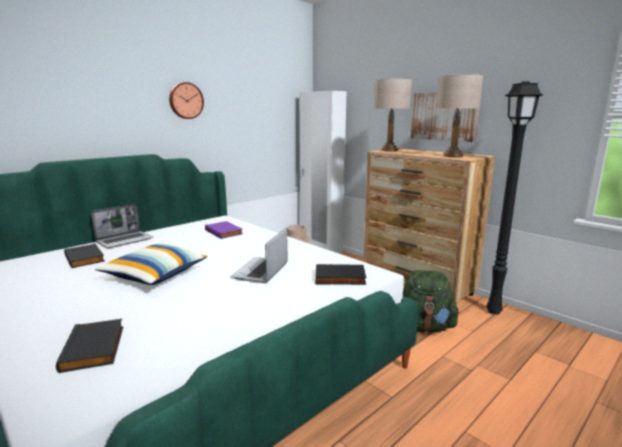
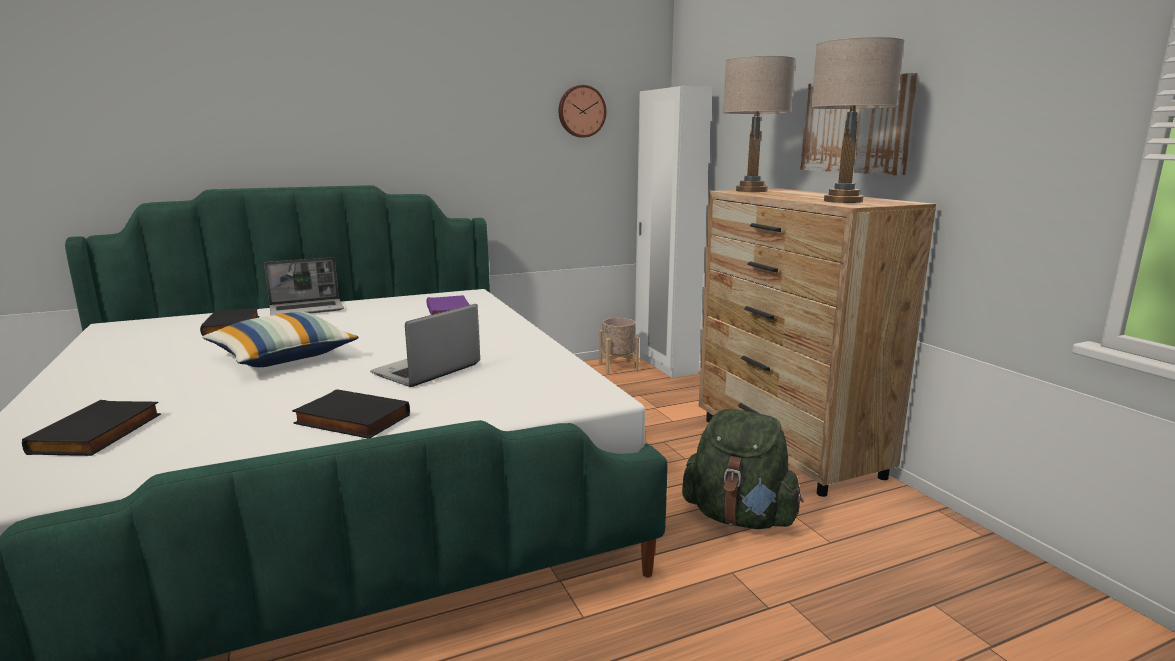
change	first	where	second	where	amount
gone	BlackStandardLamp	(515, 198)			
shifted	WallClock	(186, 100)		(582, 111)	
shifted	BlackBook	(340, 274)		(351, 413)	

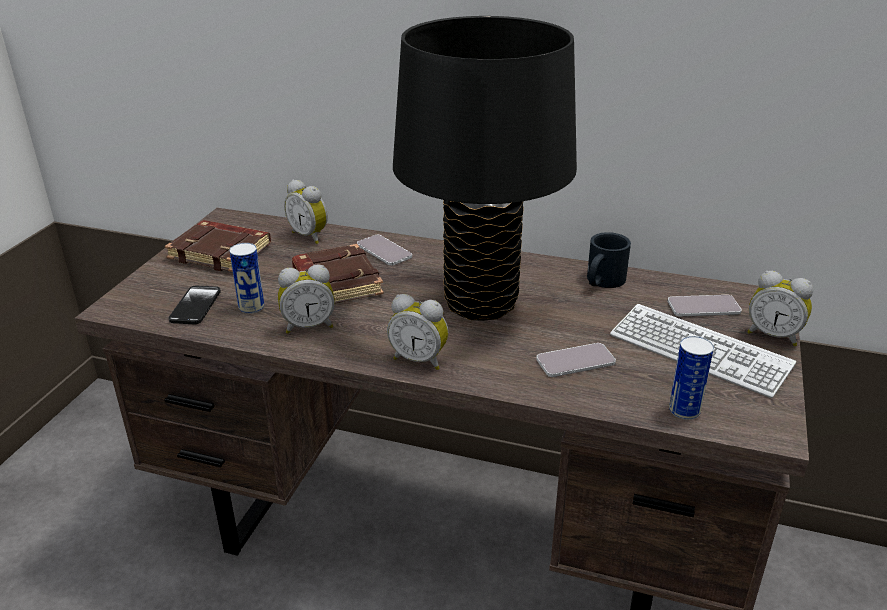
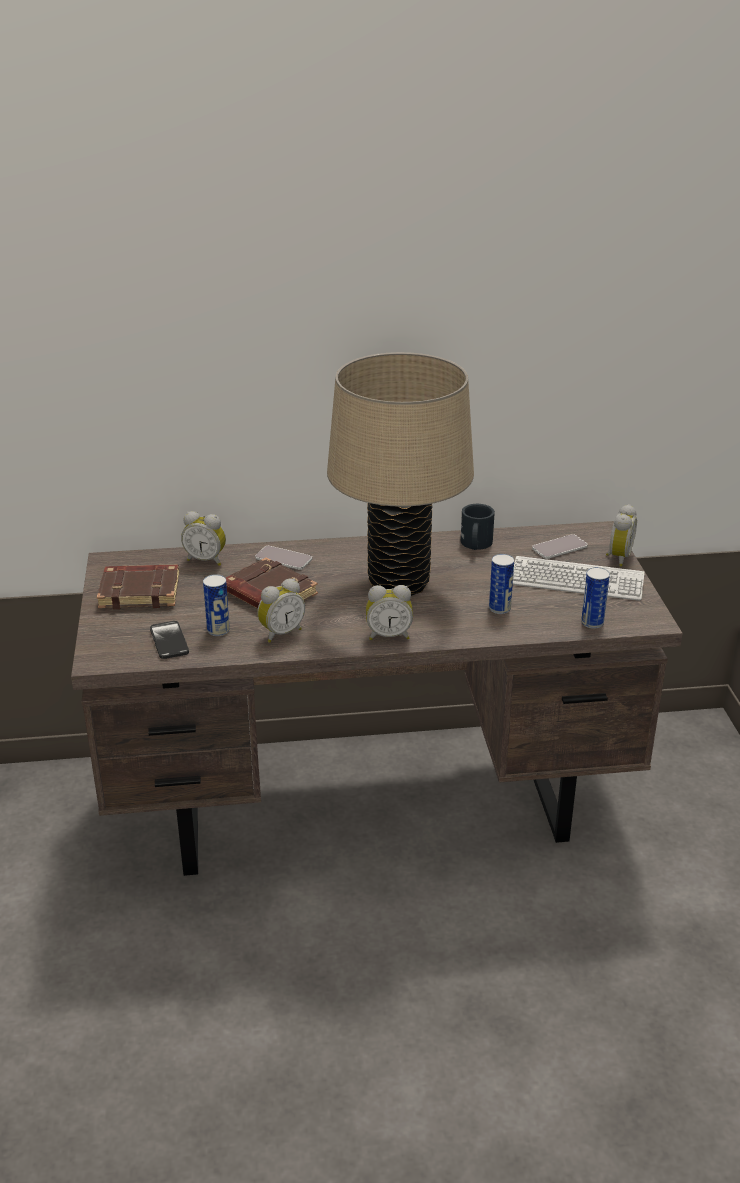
change	first	where	second	where	amount
repainted	BlackTableLamp	(485, 168)	SandColouredTableLamp	(400, 474)	
rotated	BedsideClock	(780, 308)		(621, 535)	75 degrees counterclockwise
swapped	Phone	(576, 360)	SealedCan	(501, 584)	

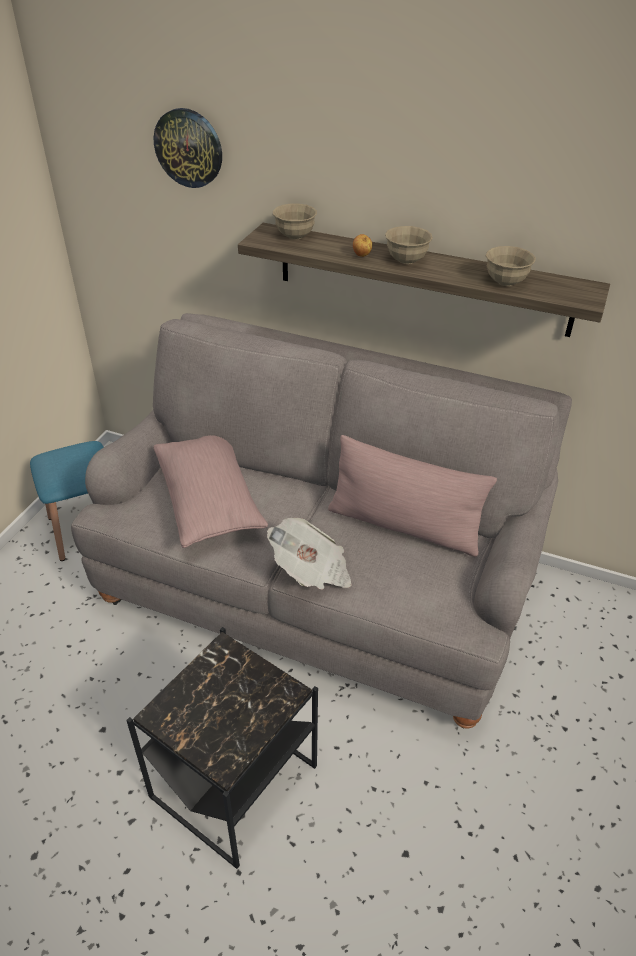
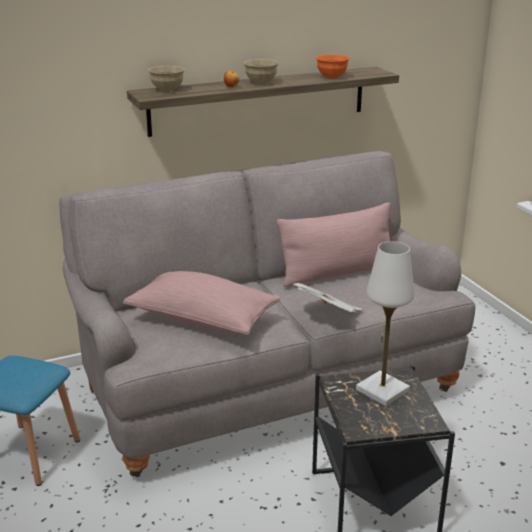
change	first	where	second	where	amount
gone	WallClock	(188, 148)			
repainted	SandColouredBowl	(510, 266)	OrangeyBowl	(333, 66)	
new			WhiteColouredTableLamp	(385, 323)	

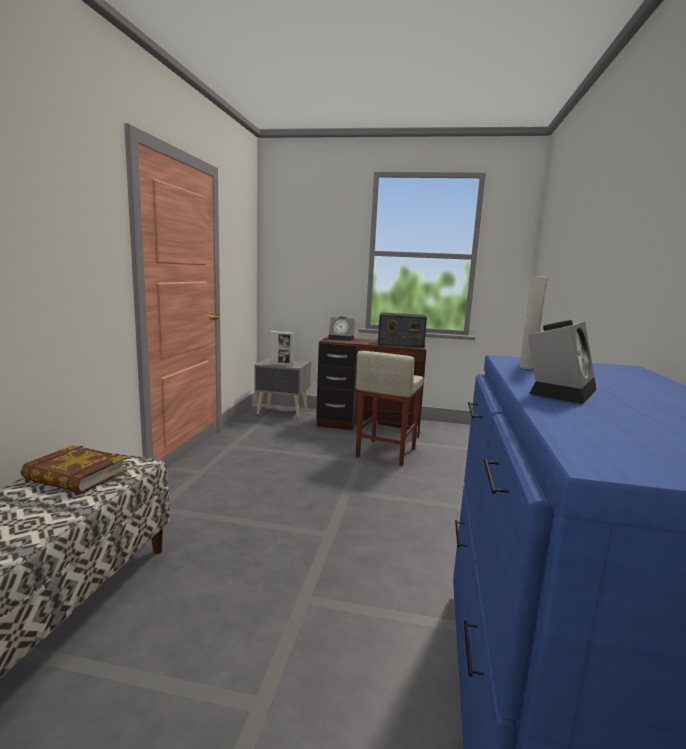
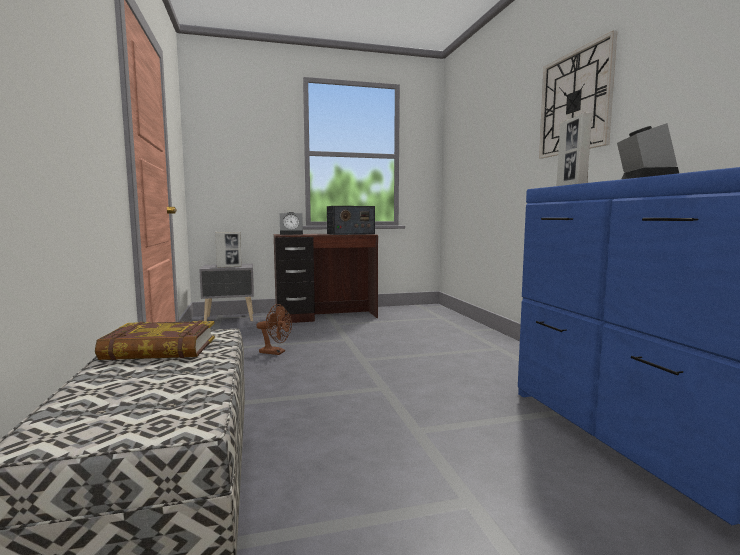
change	first	where	second	where	amount
gone	SandColouredStool	(390, 408)			
new			WallClock	(578, 94)	
new			BrownColouredCoolingFan	(274, 329)	

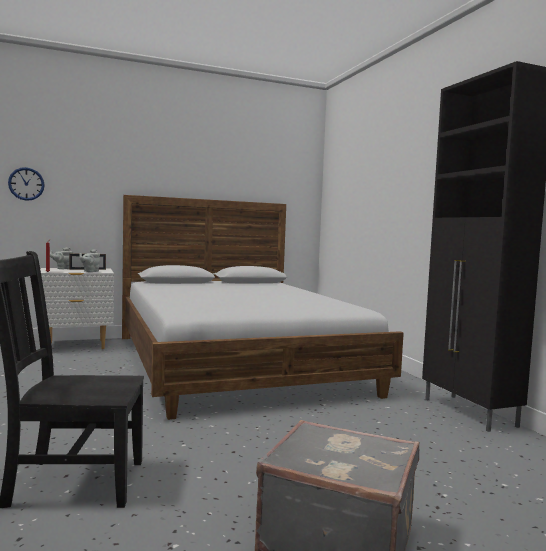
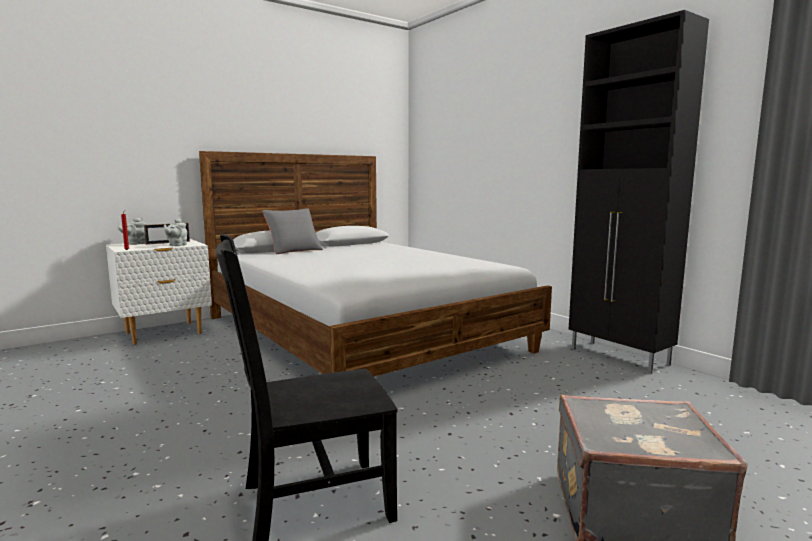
change	first	where	second	where	amount
gone	WallClock	(26, 184)			
new			GrayPillow	(292, 231)	

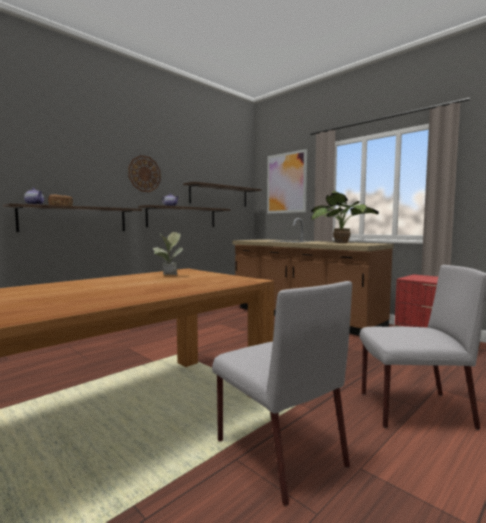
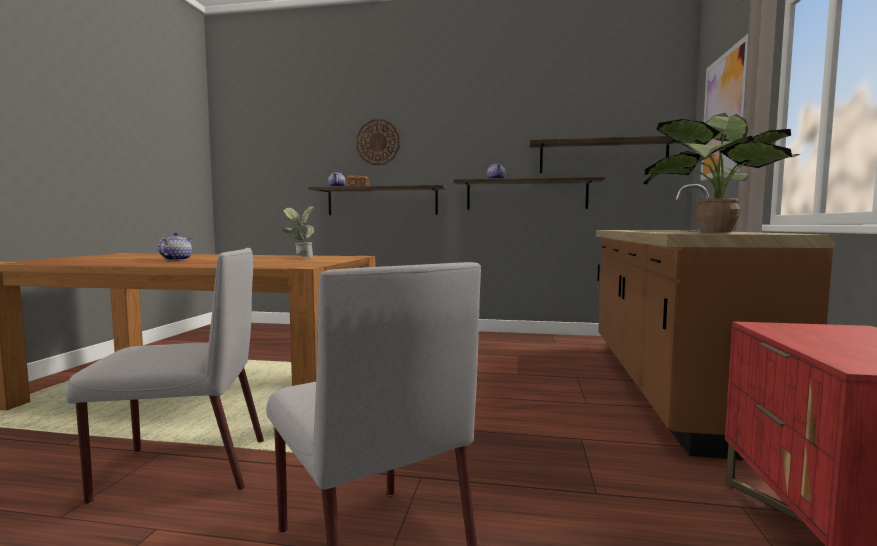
change	first	where	second	where	amount
shifted	WallClock	(144, 173)		(378, 142)	
rotated	GrayUprightChair	(282, 393)		(165, 376)	120 degrees counterclockwise
new			TeaPot	(175, 247)	

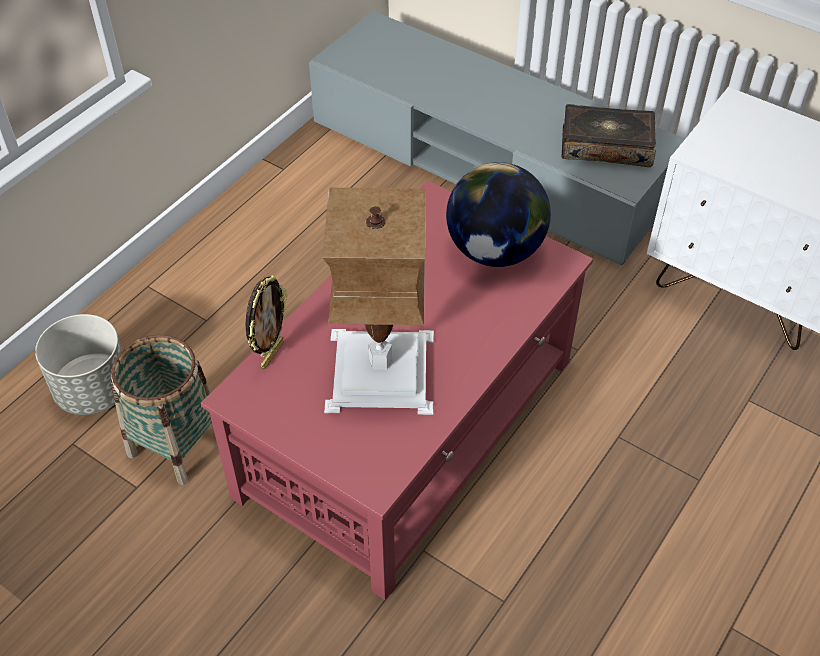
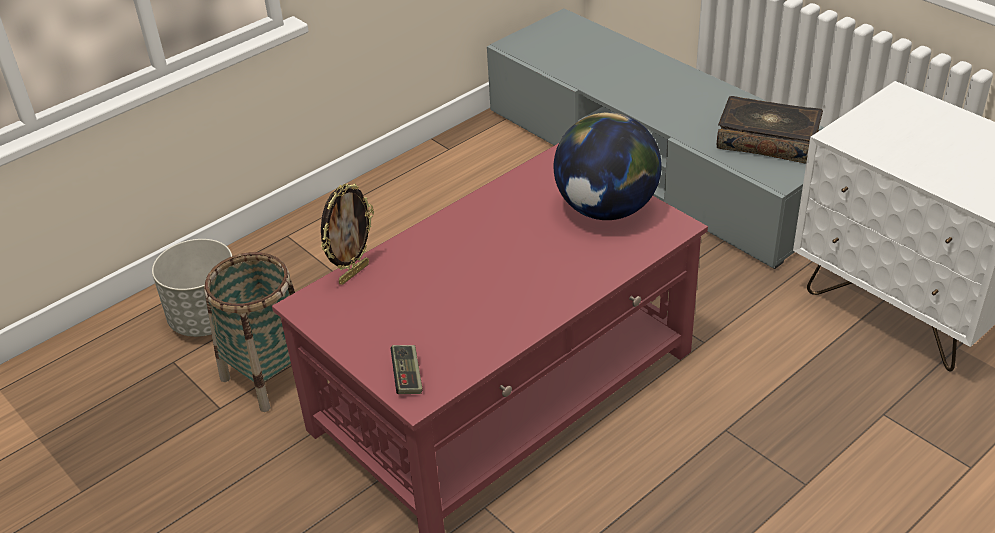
change	first	where	second	where	amount
gone	TableLamp	(378, 301)			
new			Gamepad	(407, 369)	

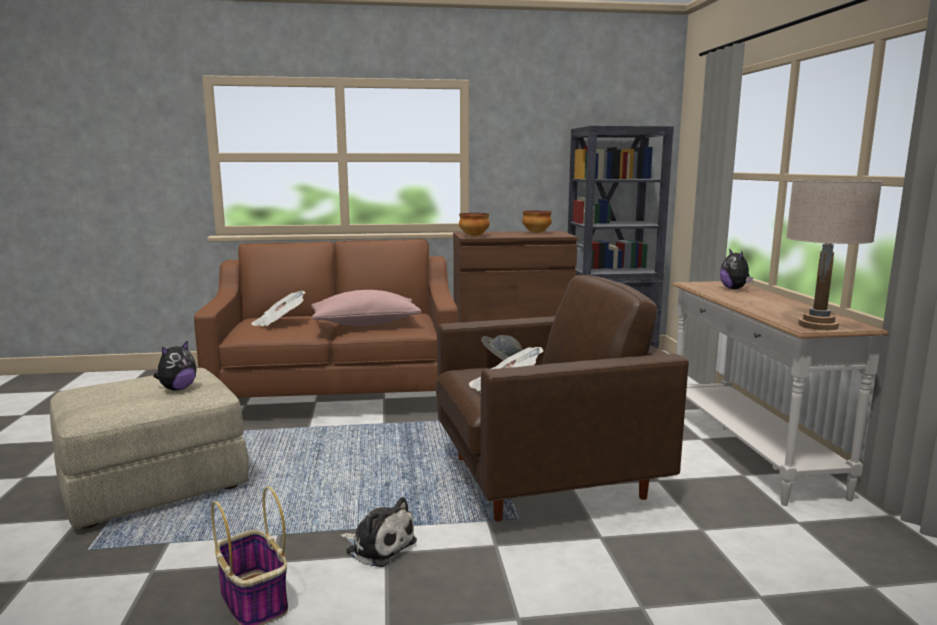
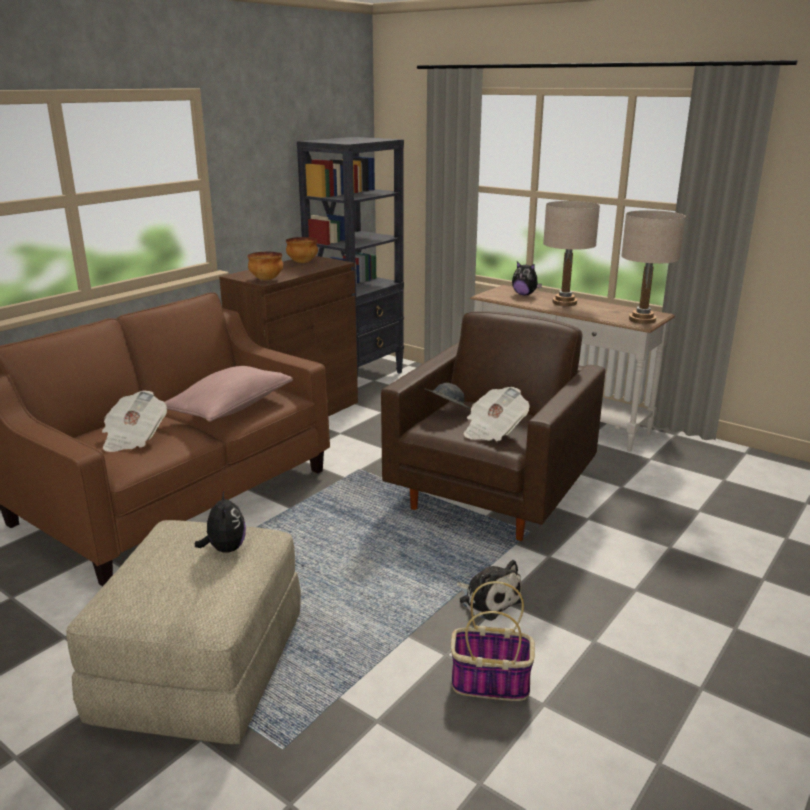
change	first	where	second	where	amount
rotated	CuddlyToy	(378, 532)		(489, 590)	60 degrees clockwise
new			SandColouredTableLamp	(571, 253)	

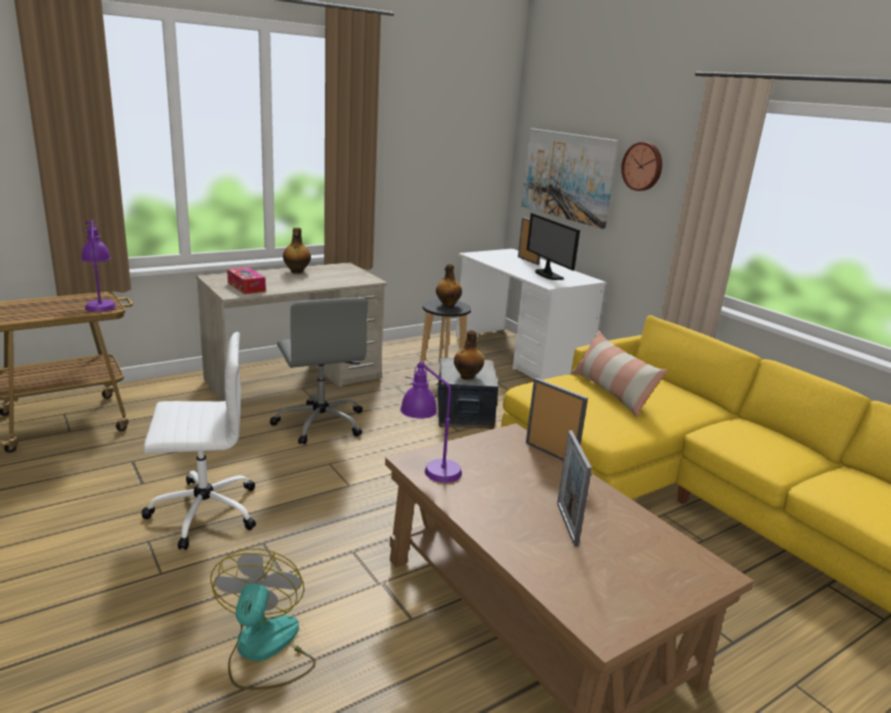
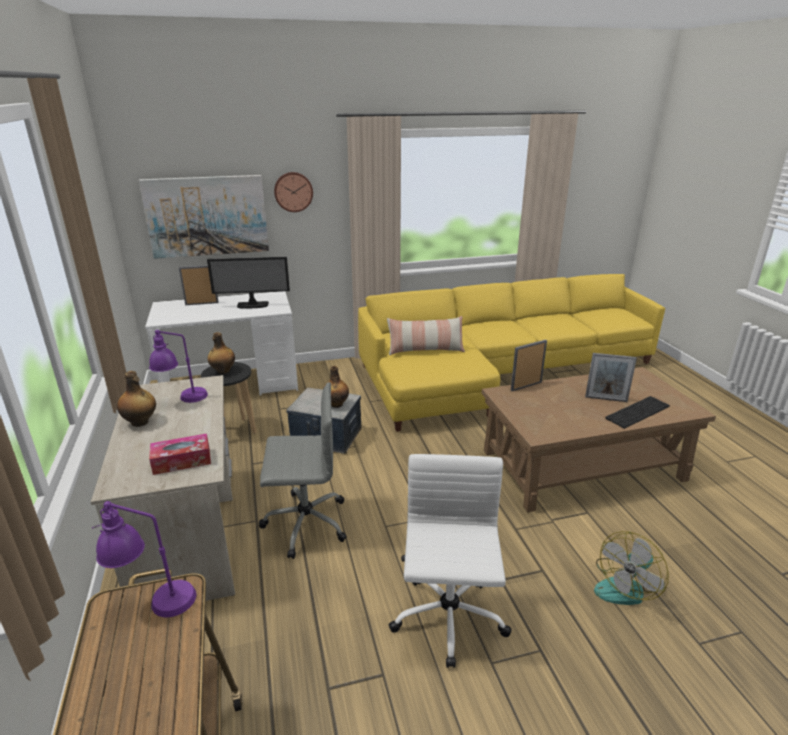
change	first	where	second	where	amount
shifted	PurplishTableLamp	(431, 421)		(178, 366)	
rotated	CoolingFan	(263, 619)		(631, 568)	60 degrees counterclockwise
new			PcKeyboard	(637, 412)	

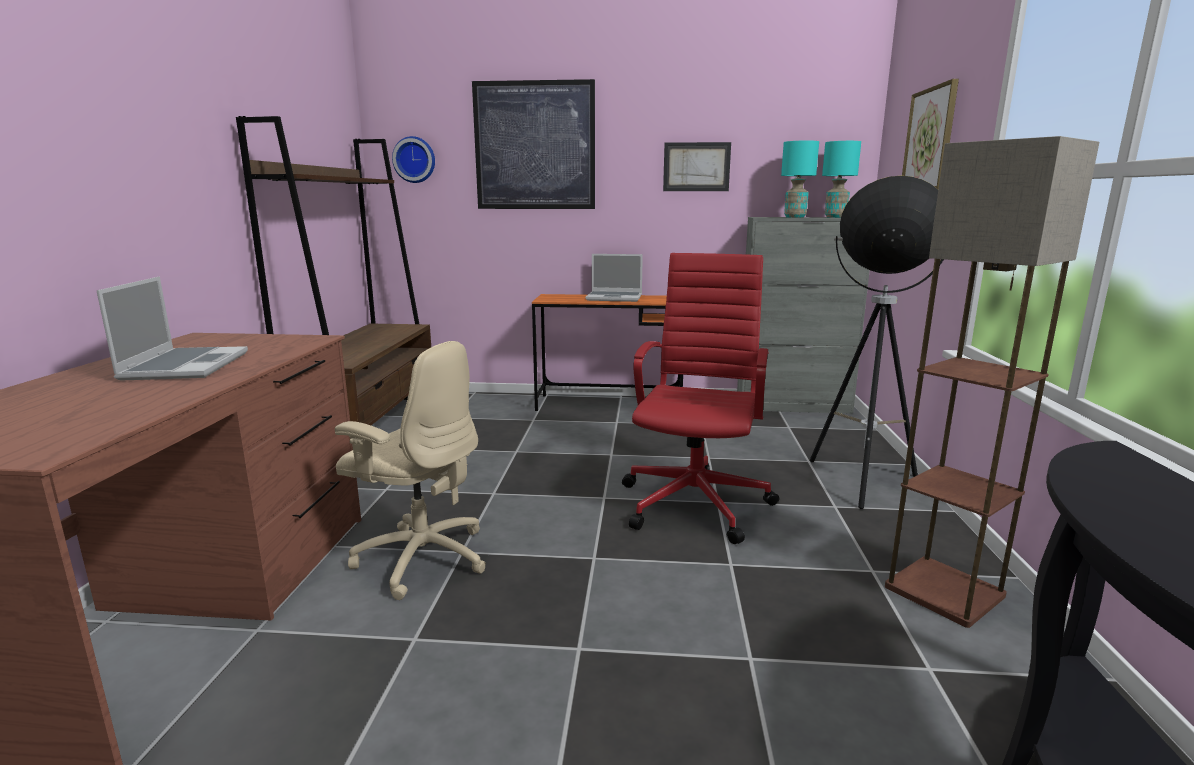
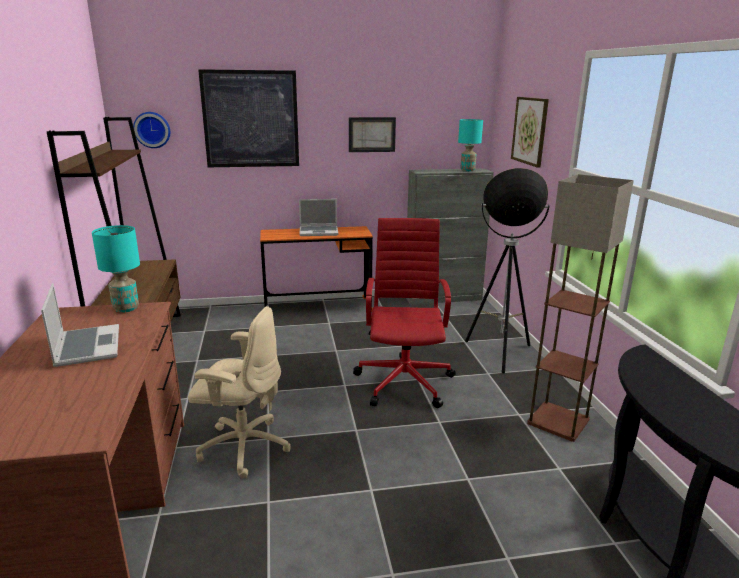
change	first	where	second	where	amount
shifted	TurquoiseColouredTableLamp	(800, 179)		(116, 269)	

